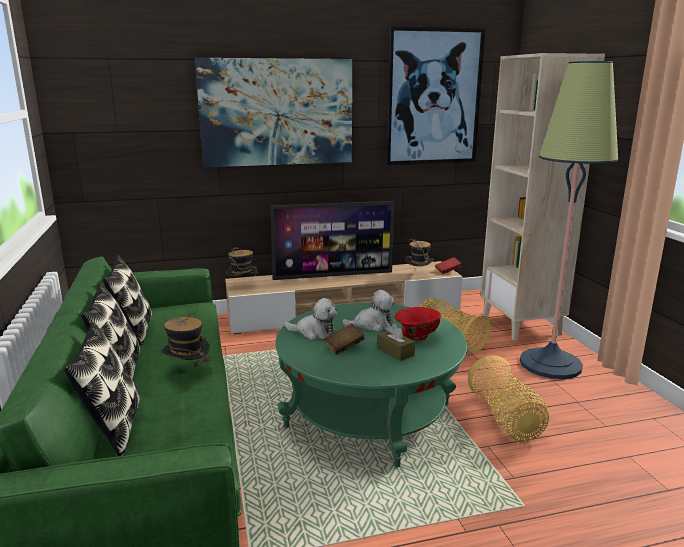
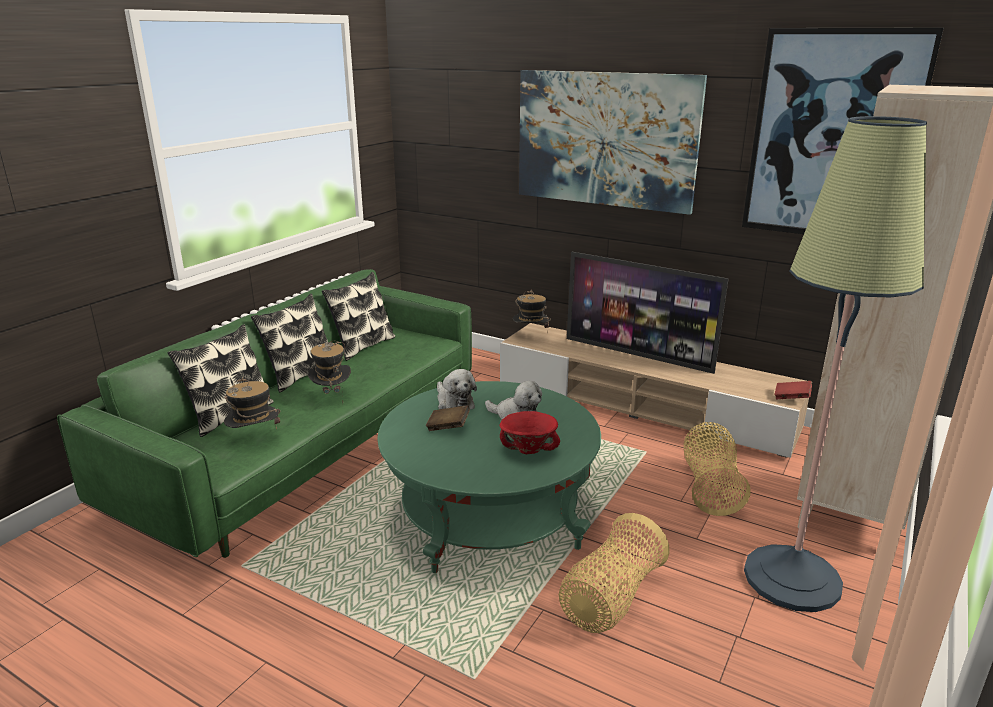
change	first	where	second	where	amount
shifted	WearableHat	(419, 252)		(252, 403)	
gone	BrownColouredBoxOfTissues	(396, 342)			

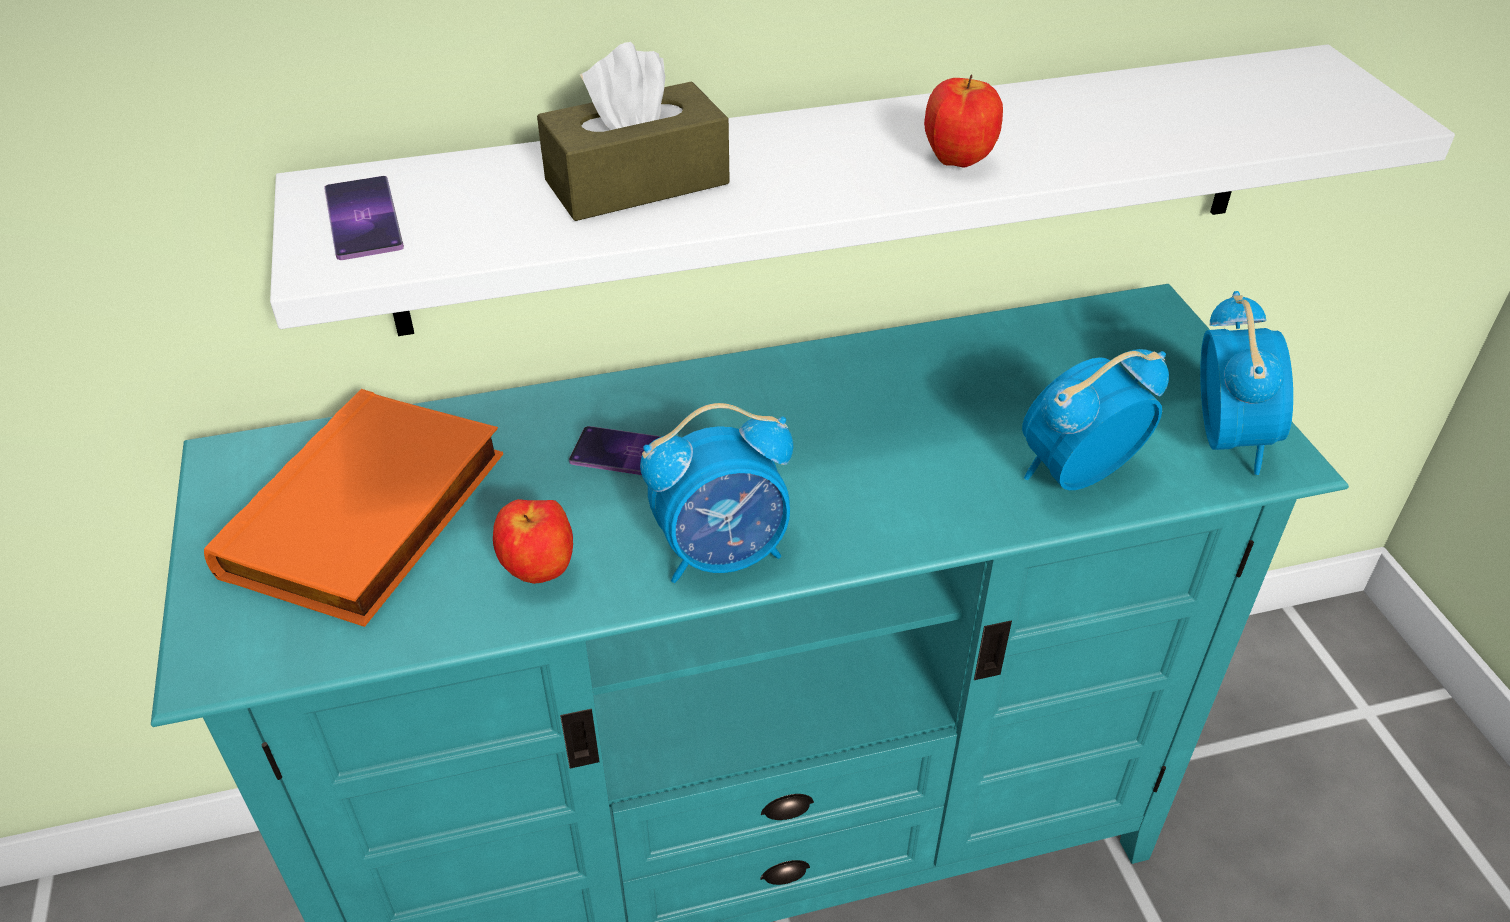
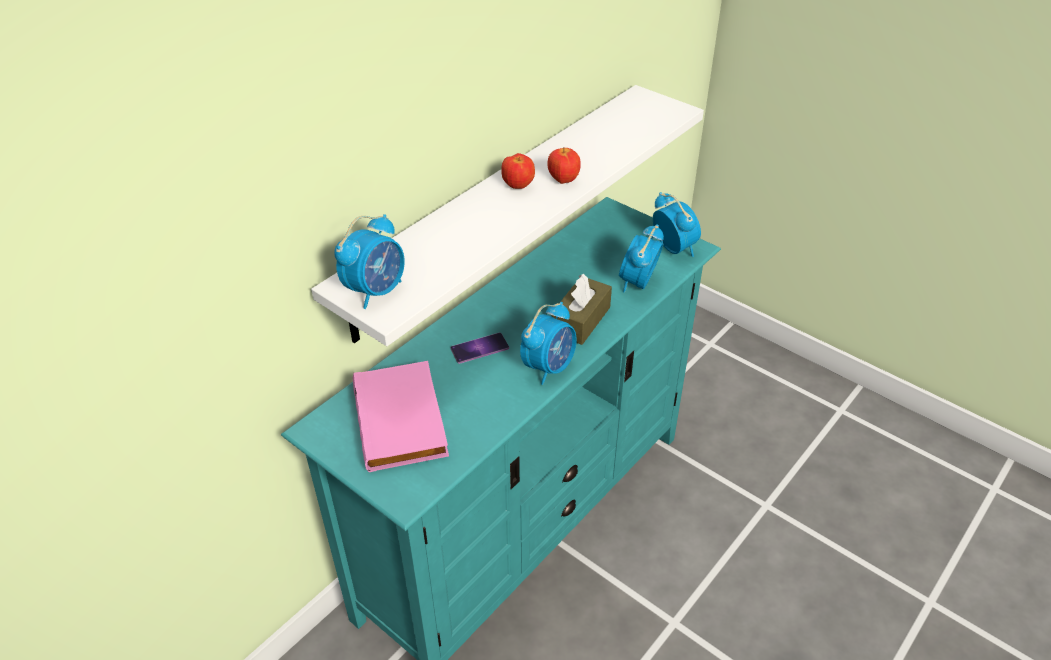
change	first	where	second	where	amount
shifted	BrownColouredBoxOfTissues	(633, 131)		(582, 309)	
swapped	Phone	(364, 218)	BedsideClock	(369, 261)	
repainted	OrangeyBook	(353, 508)	PinkColouredBook	(401, 416)	
shifted	WholeApple	(533, 541)		(518, 171)	

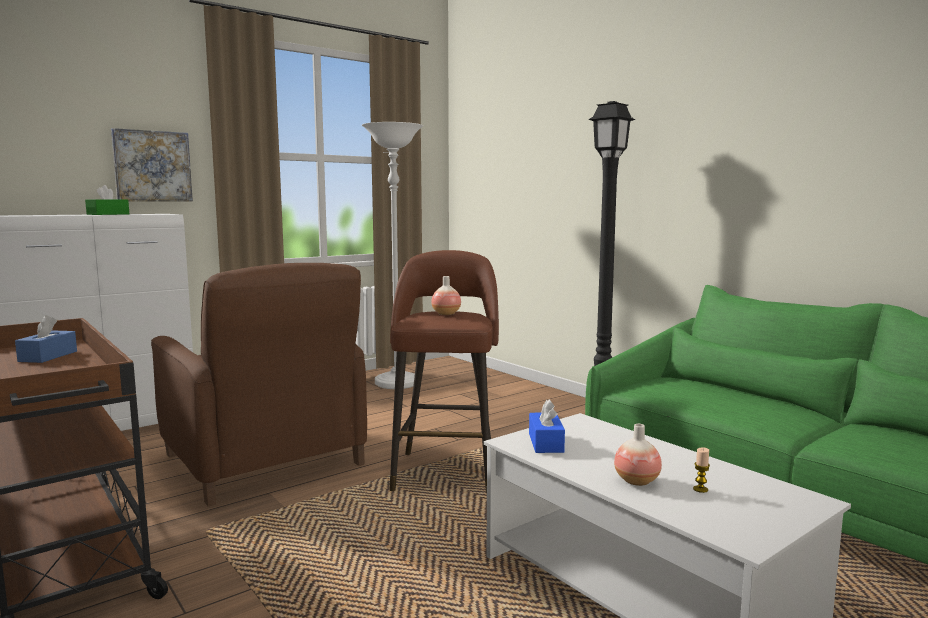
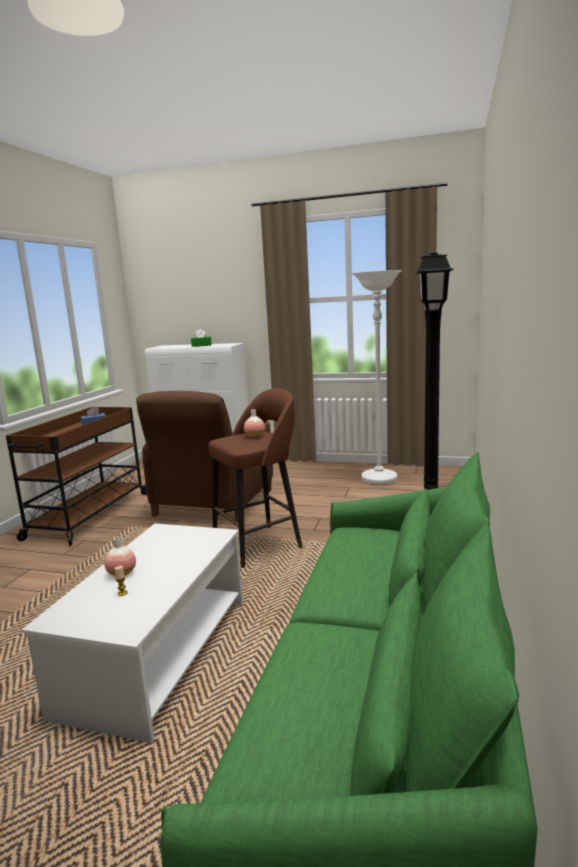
change	first	where	second	where	amount
gone	WallPicture	(152, 165)			
gone	BlueBoxOfTissues	(547, 426)			

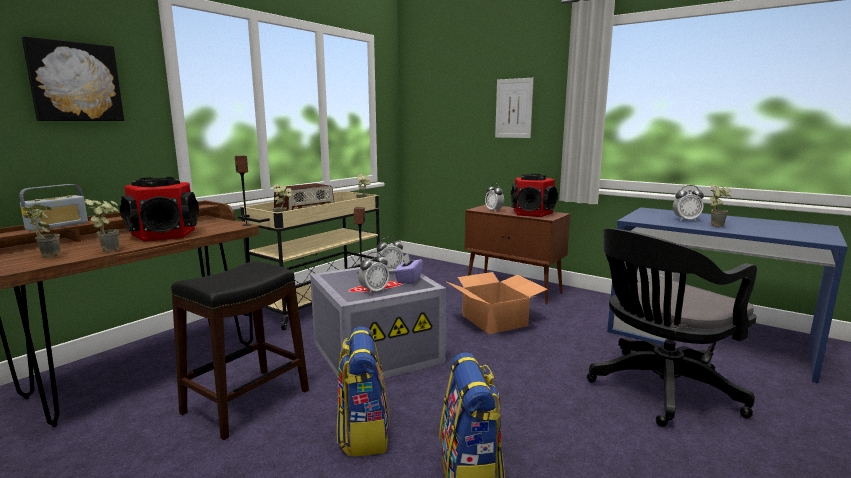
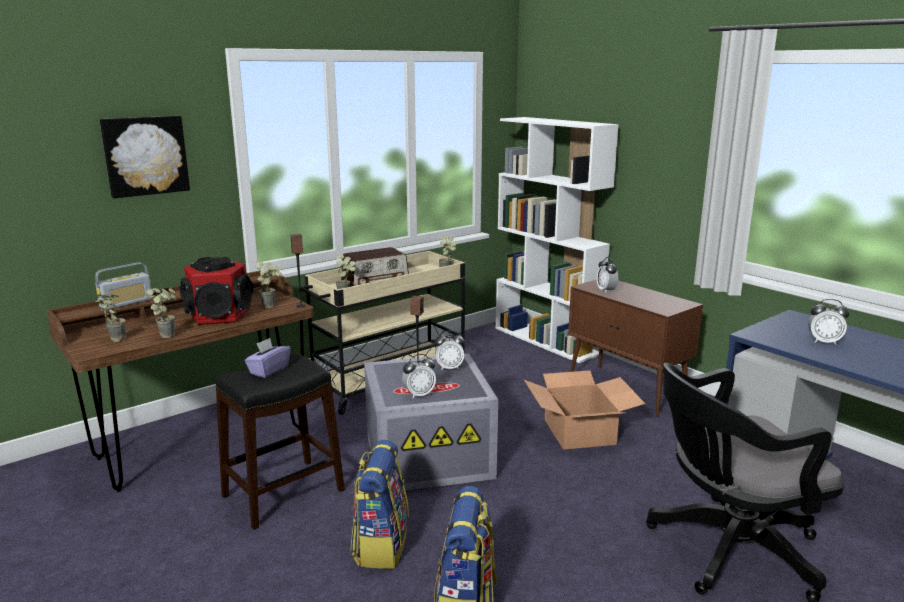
change	first	where	second	where	amount
gone	WallPicture	(514, 108)			
gone	Speaker	(534, 195)			
shifted	PlantInAPot	(720, 205)		(268, 284)	
shifted	PurplishBoxOfTissues	(408, 268)		(267, 358)	
new			WhiteColouredBookshelf	(557, 240)	

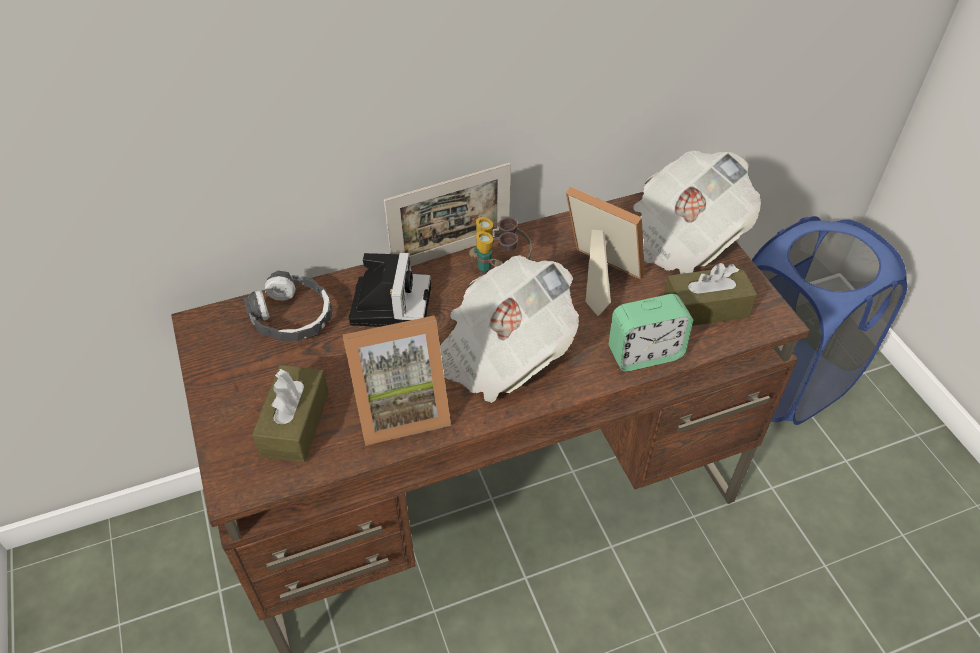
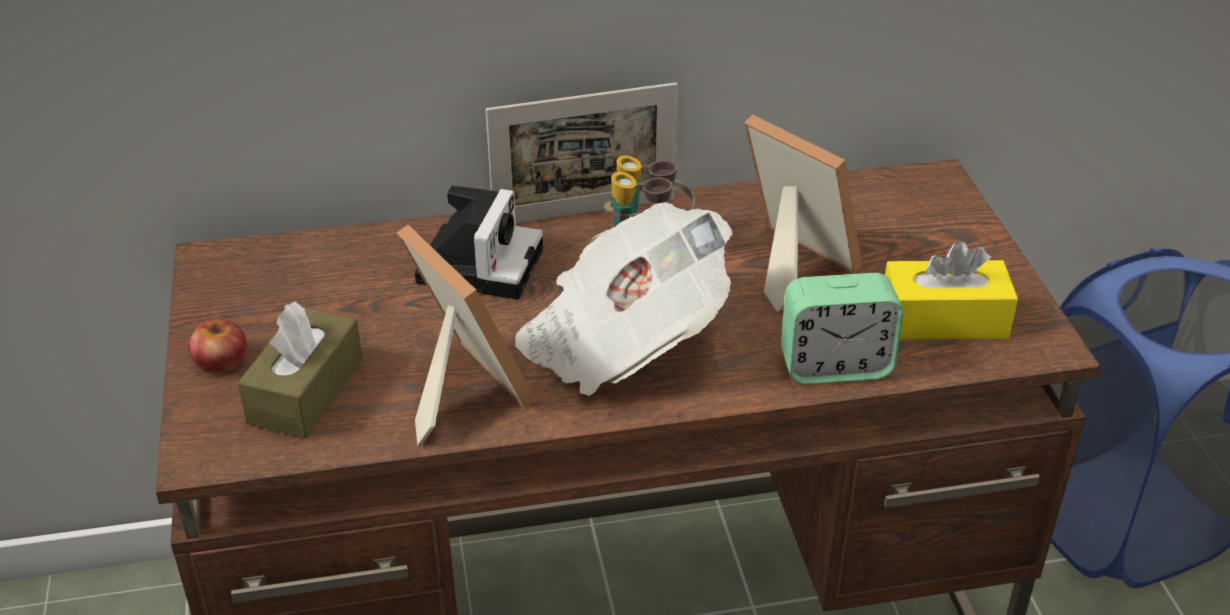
change	first	where	second	where	amount
gone	DailyPaper	(697, 212)			
repainted	BrownColouredBoxOfTissues	(710, 294)	YellowishBoxOfTissues	(951, 290)	
gone	Headphones	(287, 306)			
rotated	PictureFrame	(397, 381)		(466, 335)	120 degrees counterclockwise
new			WholeApple	(217, 346)	

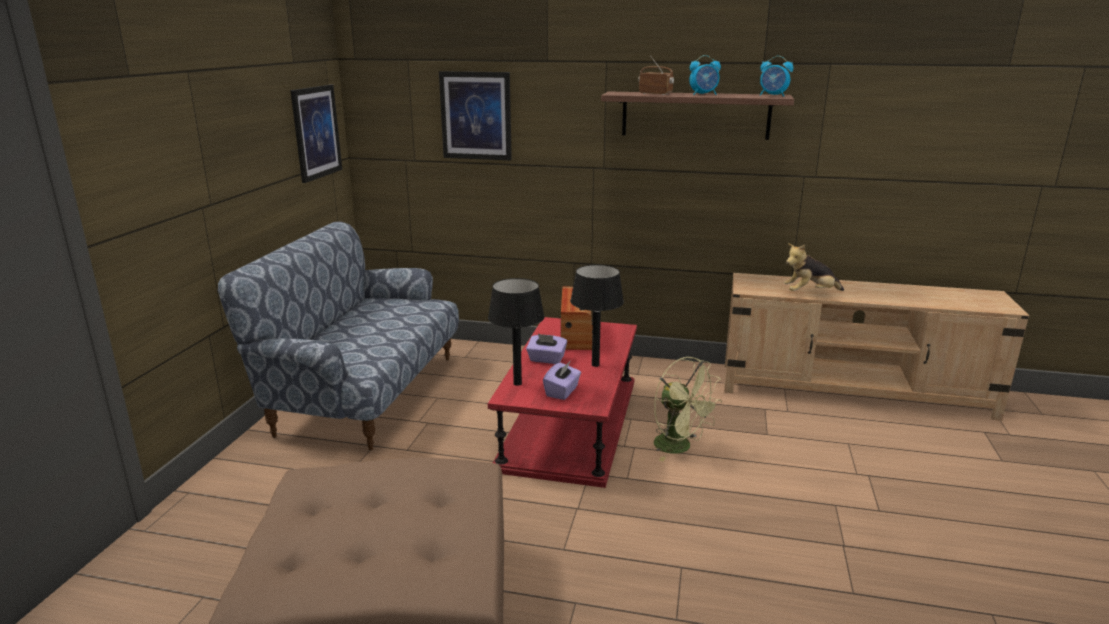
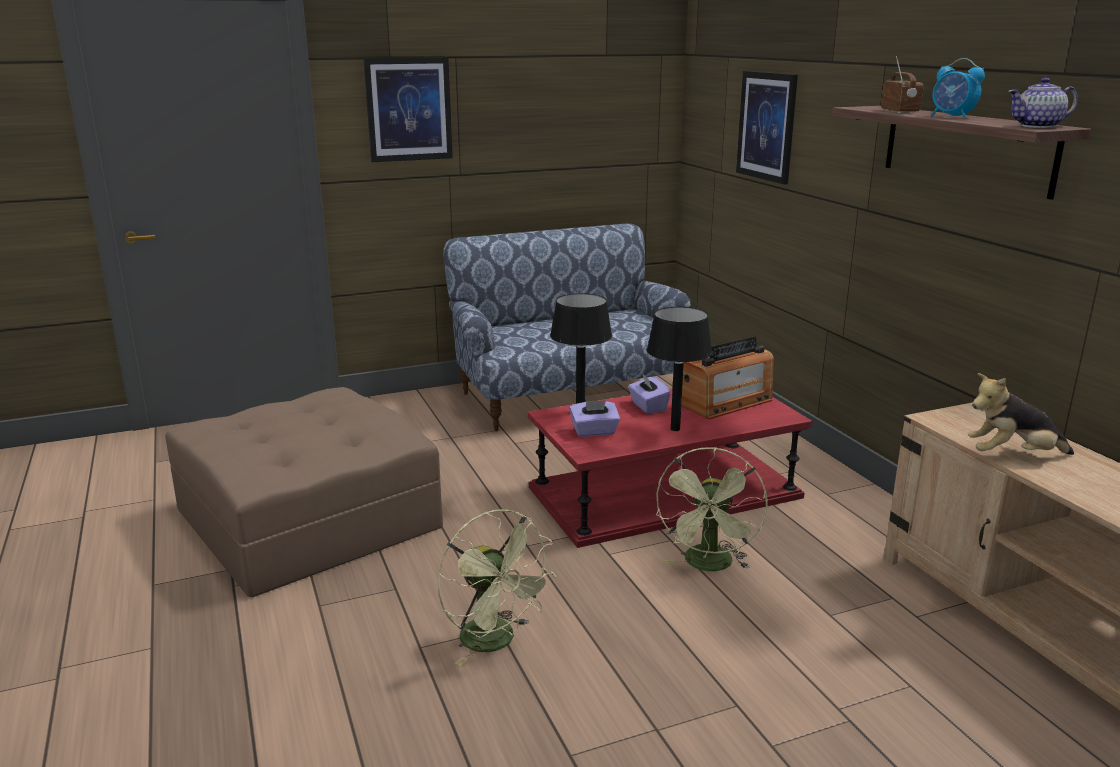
change	first	where	second	where	amount
swapped	BedsideClock	(776, 76)	TeaPot	(1043, 103)	
shifted	WallPicture	(316, 134)		(408, 109)	
rotated	CuddlyToy	(814, 267)		(1021, 414)	45 degrees counterclockwise
new			GreenCoolingFan	(496, 587)	

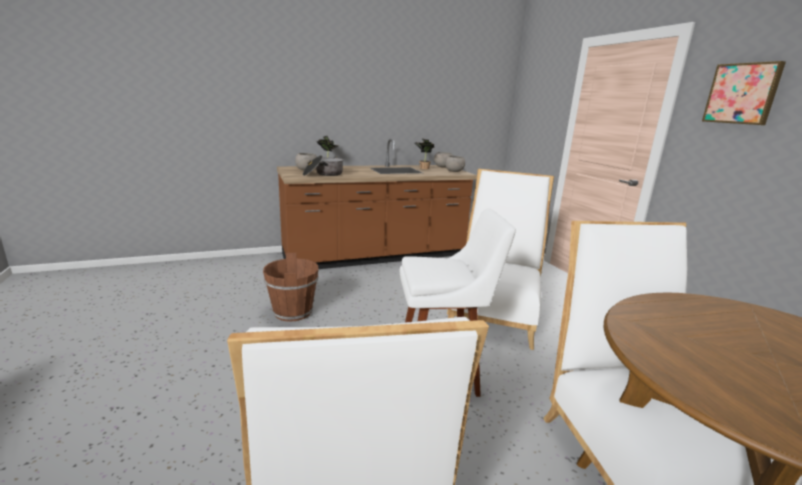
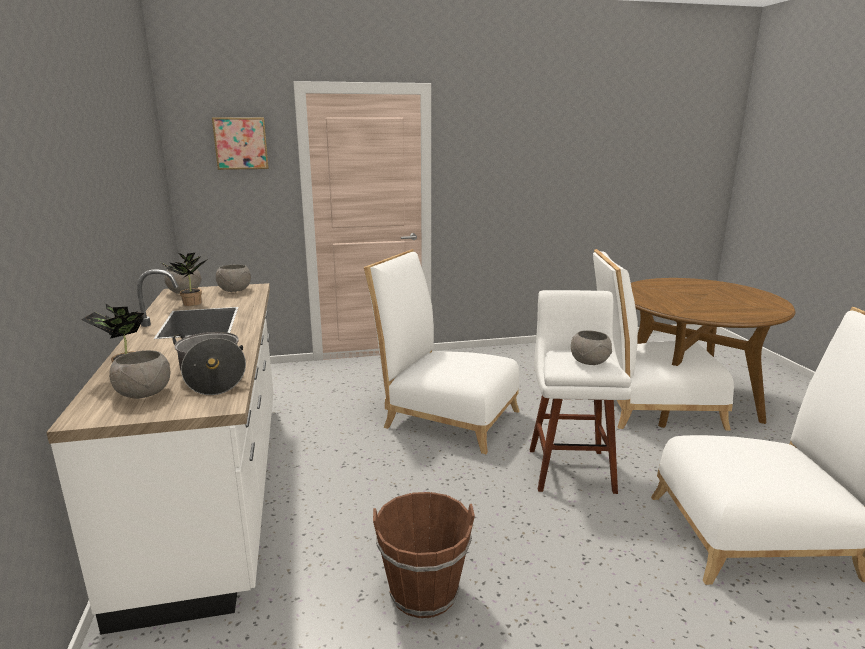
change	first	where	second	where	amount
shifted	WallPicture	(744, 93)		(240, 143)	
repainted	BrownColouredKitchenBaseUnit	(376, 204)	WhiteColouredKitchenBaseUnit	(159, 452)	
new			GrayBowl	(591, 347)	

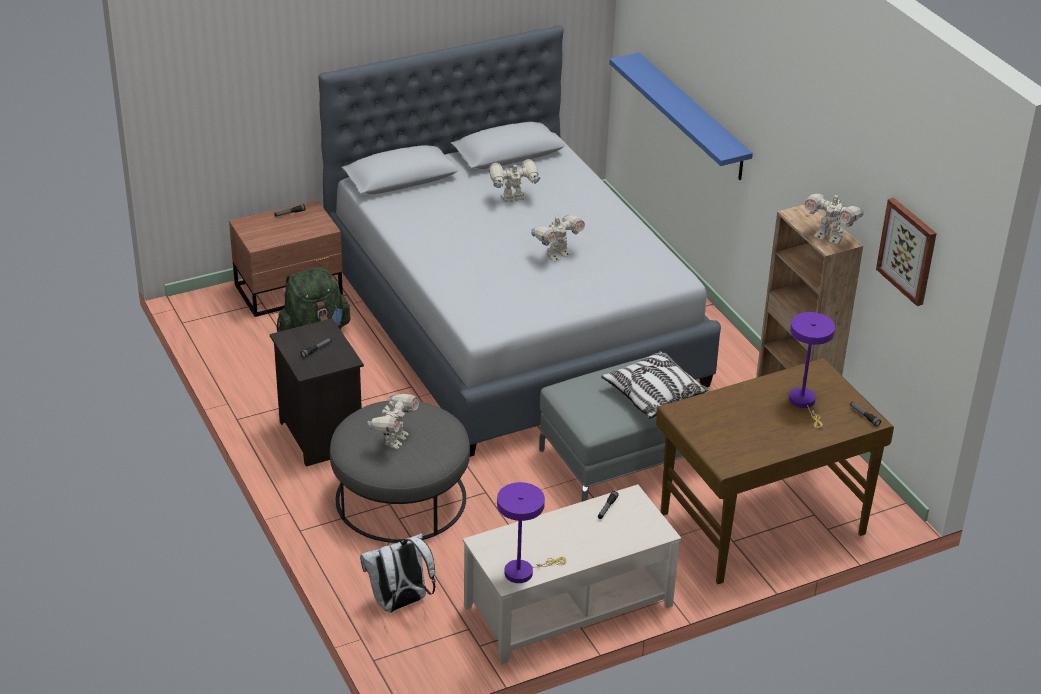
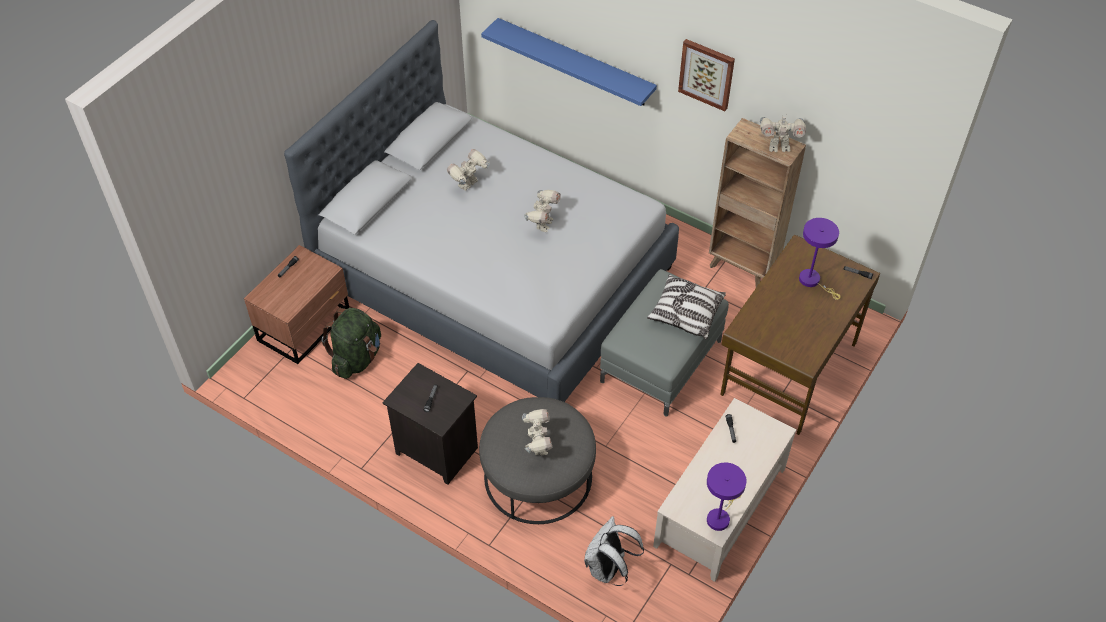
change	first	where	second	where	amount
shifted	WallPicture	(906, 252)		(706, 75)	

